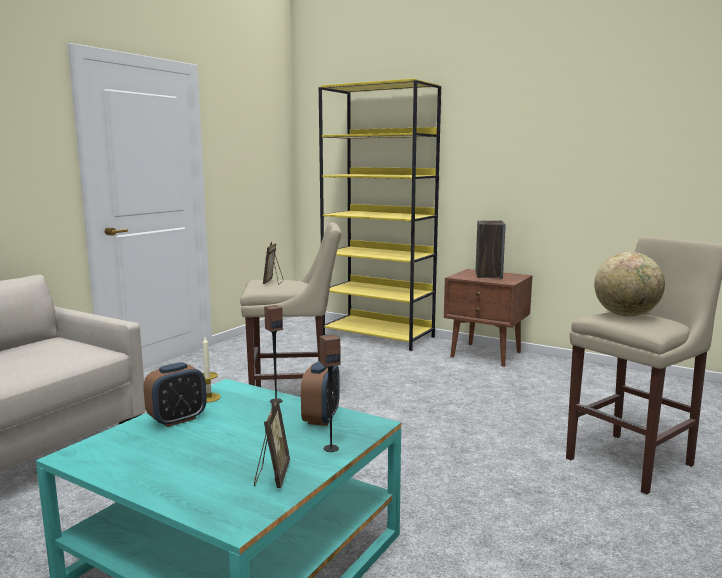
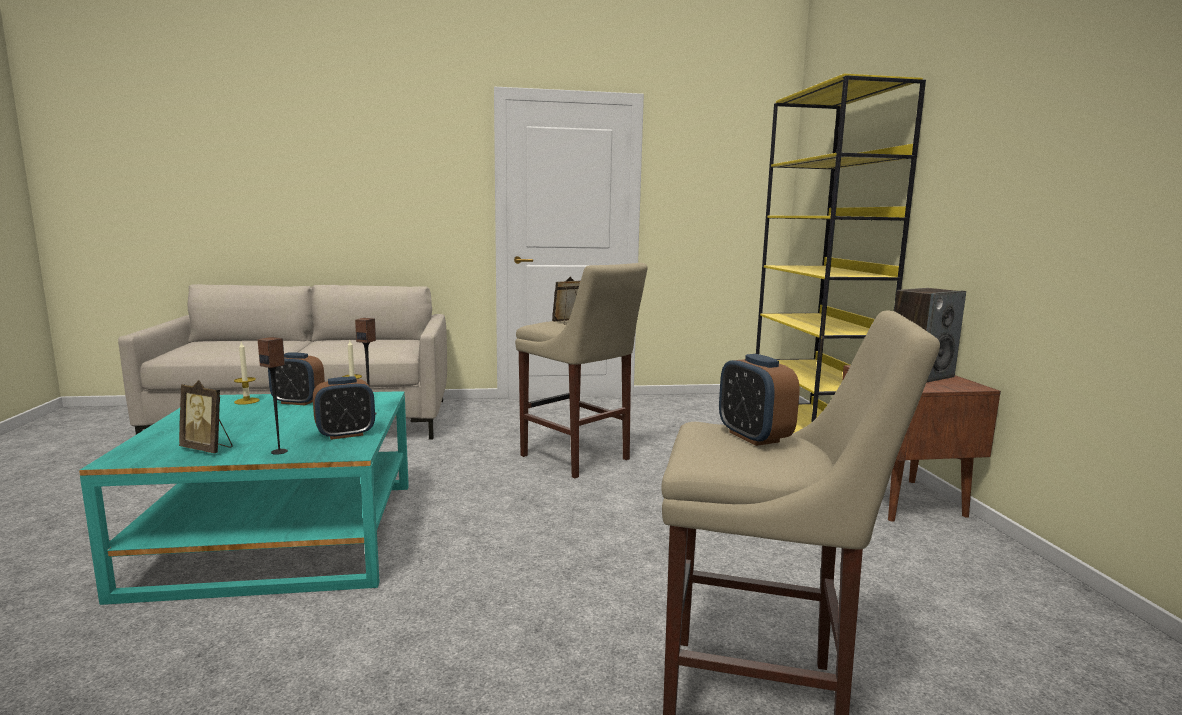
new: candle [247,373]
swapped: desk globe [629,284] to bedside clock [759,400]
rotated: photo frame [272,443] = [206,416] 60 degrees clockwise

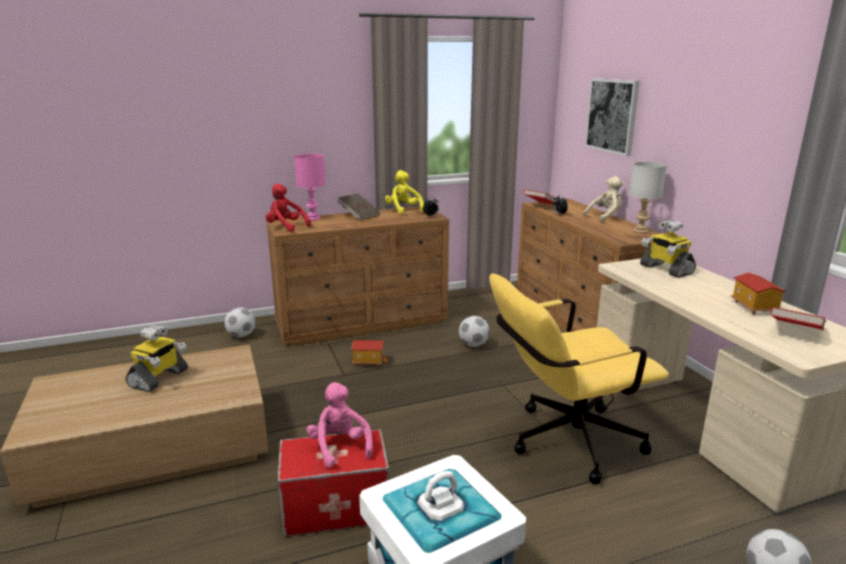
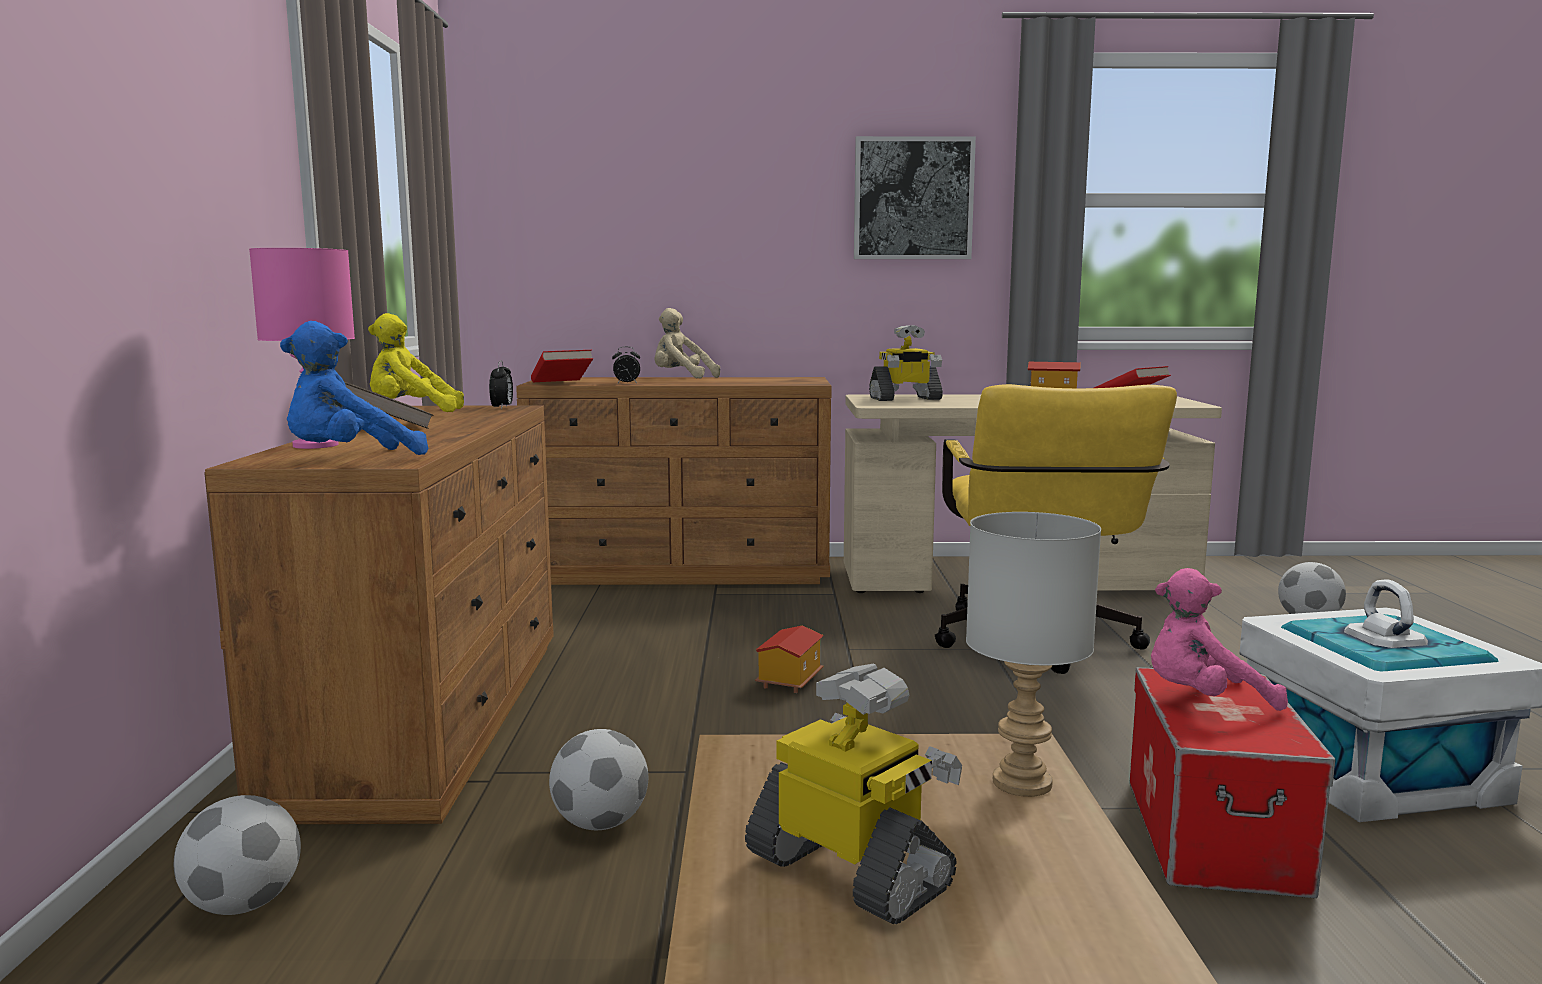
shifted: model house [369,353] to [789,659]; football ball [474,331] to [598,779]; wall picture [612,117] to [915,197]; gray lamp for a table [648,198] to [1033,654]
repainted: red cuddly toy [288,208] to blue-coloured cuddly toy [354,388]
rotated: beige-coloured cuddly toy [603,199] = [687,343] 60 degrees counterclockwise

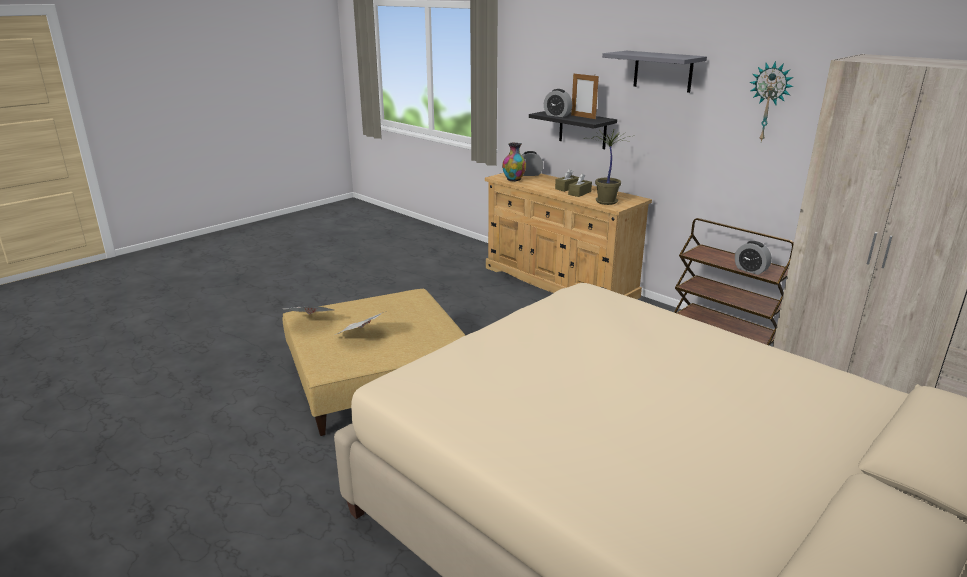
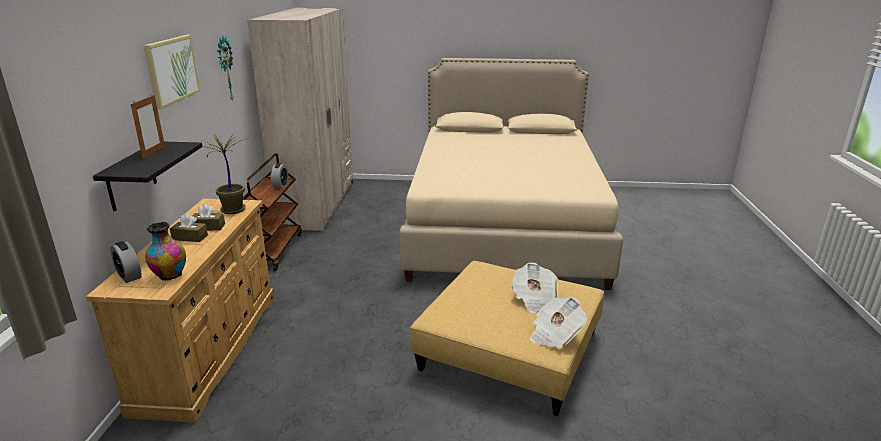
gone: bedside clock [558,103]
swapped: gray shelf [654,72] to wall picture [172,72]

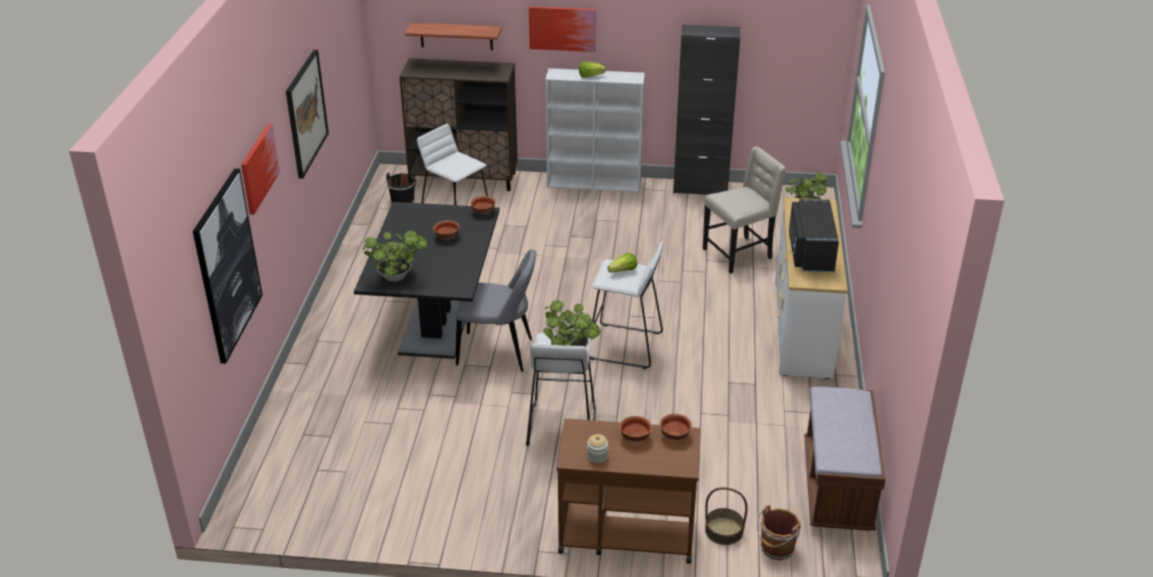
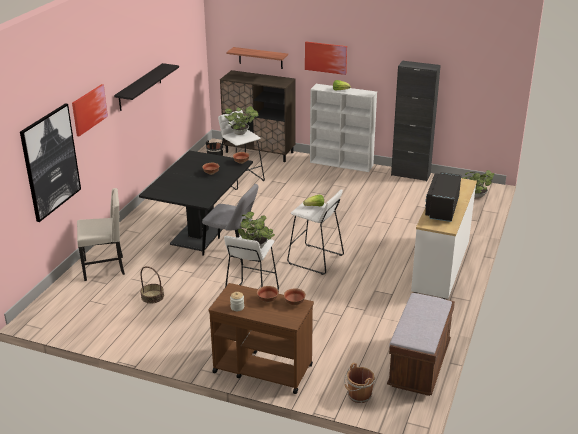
shifted: potted plant [395,256] to [241,120]; beige-coloured plain chair [744,210] to [101,234]; basket [726,516] to [152,284]
swapped: wall picture [307,114] to blackish shelf [146,87]

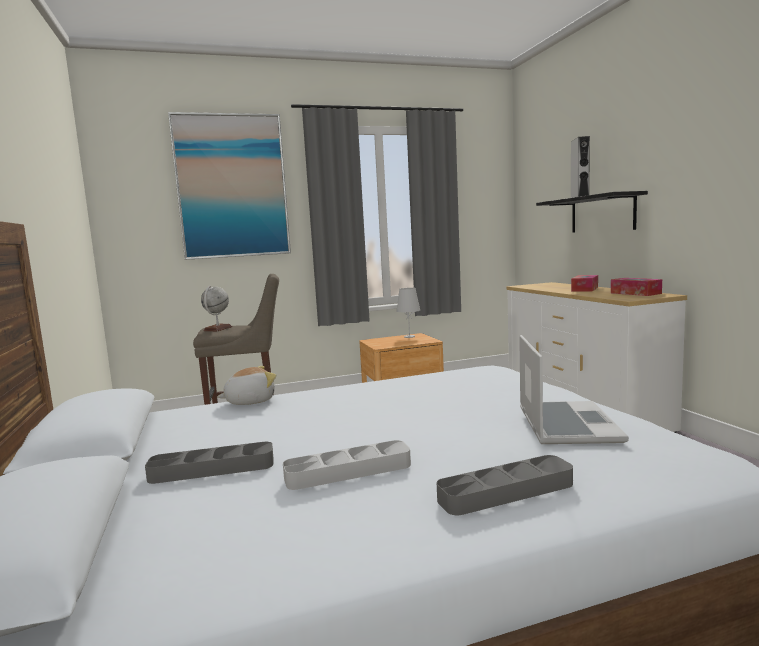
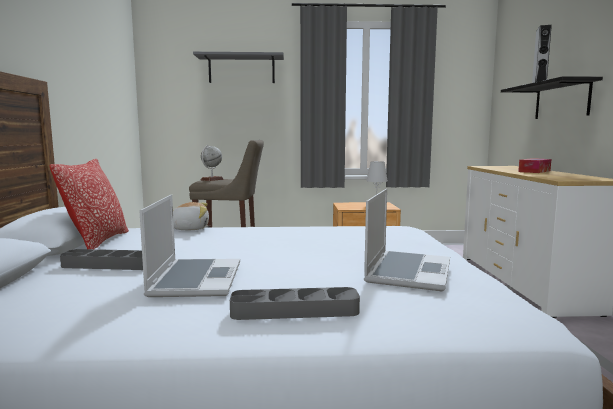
gone: tissue box [636,287]
new: throw pillow [89,204]
swapped: wall picture [229,186] to gray shelf [238,67]; gray serving tray [347,465] to notebook computer [189,246]

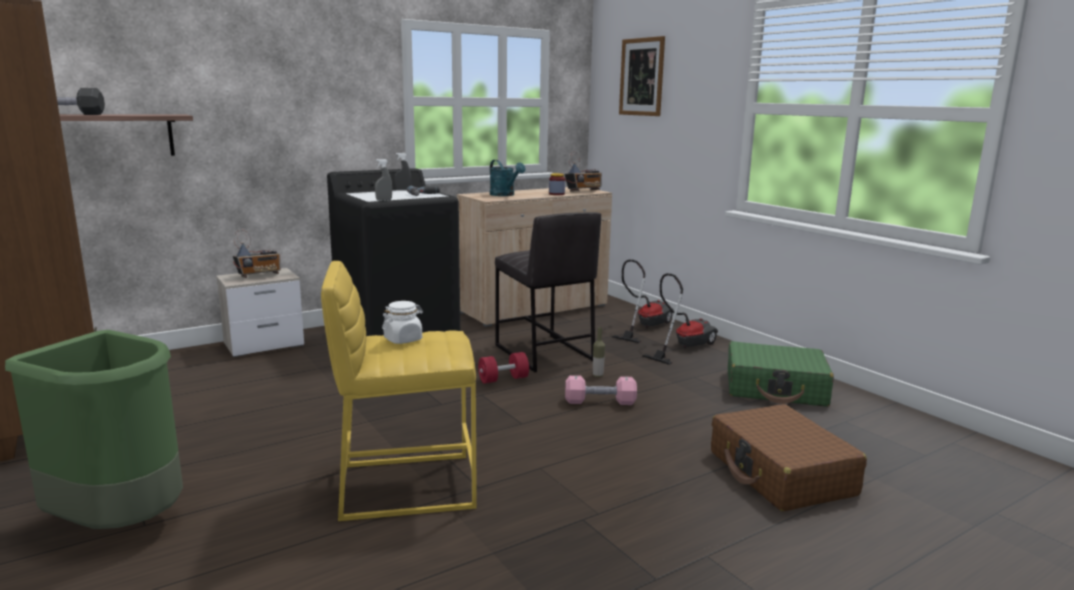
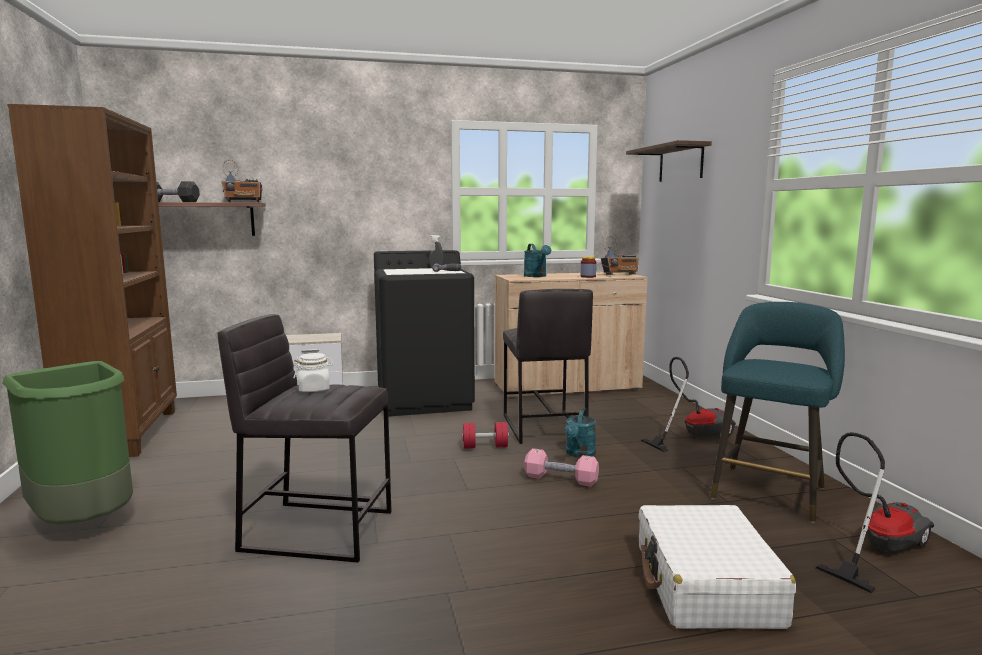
gone: gray hand sprayer [383,180]
shifted: radio set [257,254] to [241,181]; vacuum [642,301] to [875,512]
swapped: drink bottle [599,352] to turquoise watering can [580,433]; wall picture [642,76] to shelf [669,161]; greenish suitcase [781,374] to turquoise stool [778,412]
repainted: yellowish stool [399,391] to gray stool [304,438]; brownish suitcase [789,457] to white suitcase [717,567]

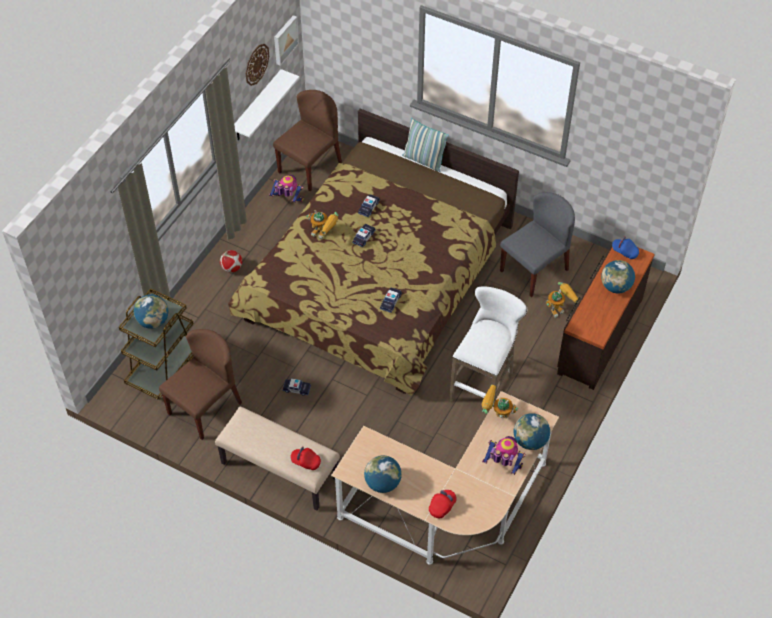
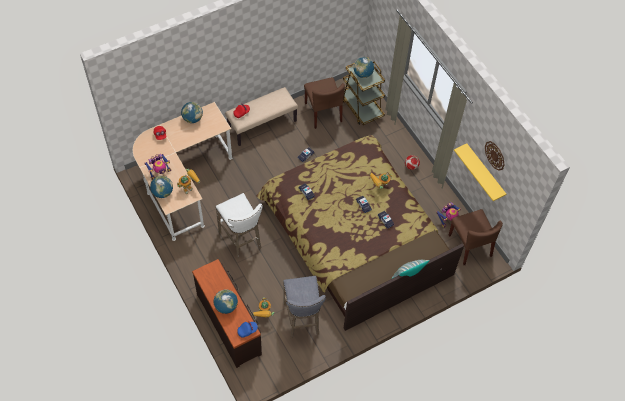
gone: wall picture [286,40]
swapped: gray plain chair [537,244] to gray stool [304,307]
repainted: white shelf [267,104] to yellowish shelf [480,172]

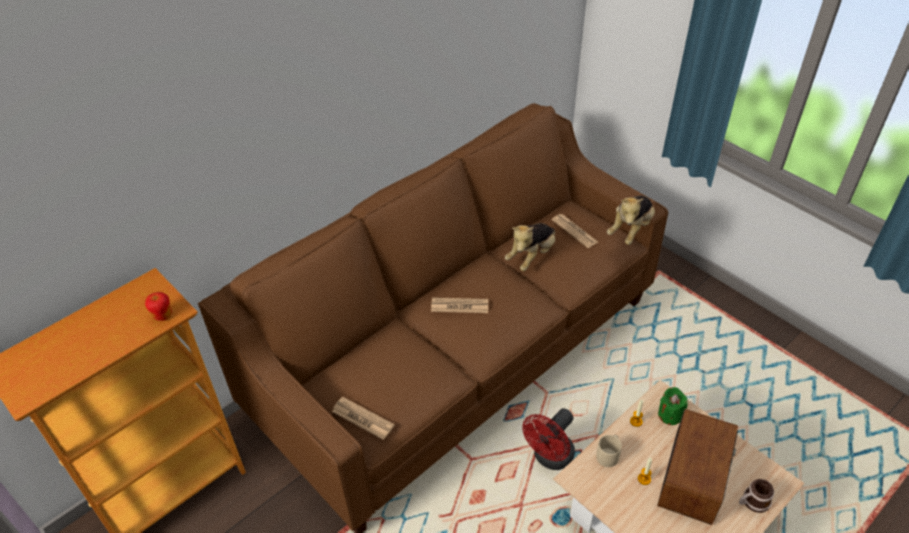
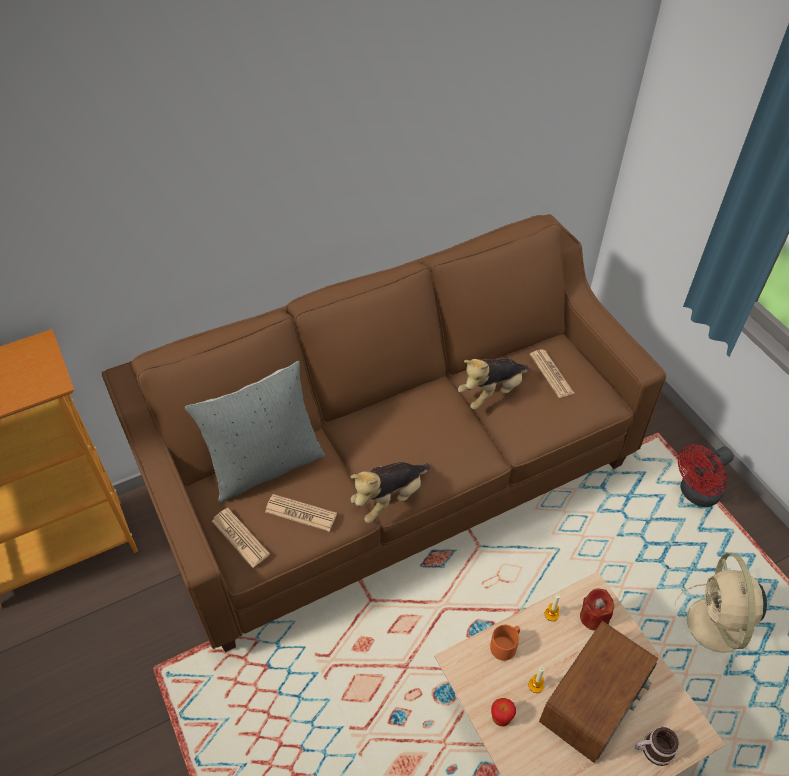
new: gray throw pillow [255,432]; beige-coloured electric fan [720,603]
shifted: apple [158,306] to [503,712]; daily paper [459,305] to [301,513]; red electric fan [548,439] to [706,475]; cuddly toy [631,220] to [390,492]
repainted: beige-coloured tea mug [609,451] to orange tea mug [505,643]; greenish candle [673,406] to red candle [597,609]

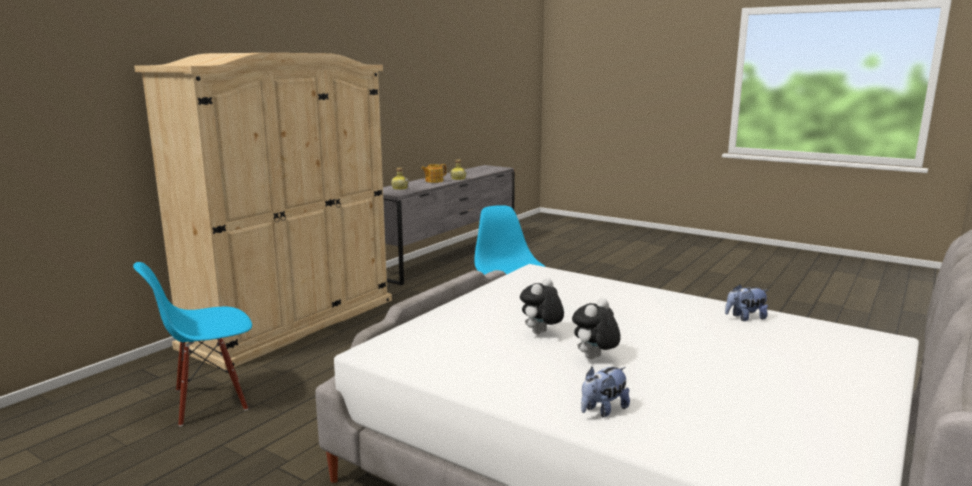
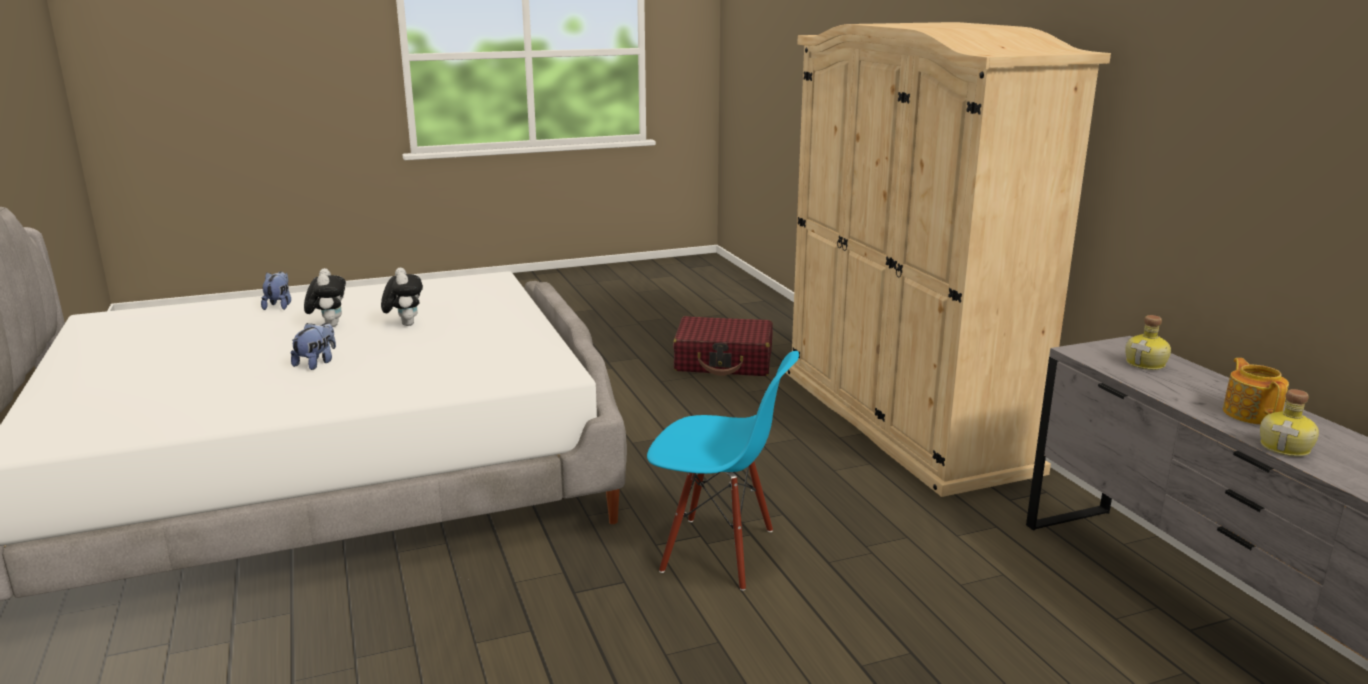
shifted: cuddly toy [747,302] to [313,346]
swapped: blue-coloured plain chair [192,344] to red suitcase [723,346]

